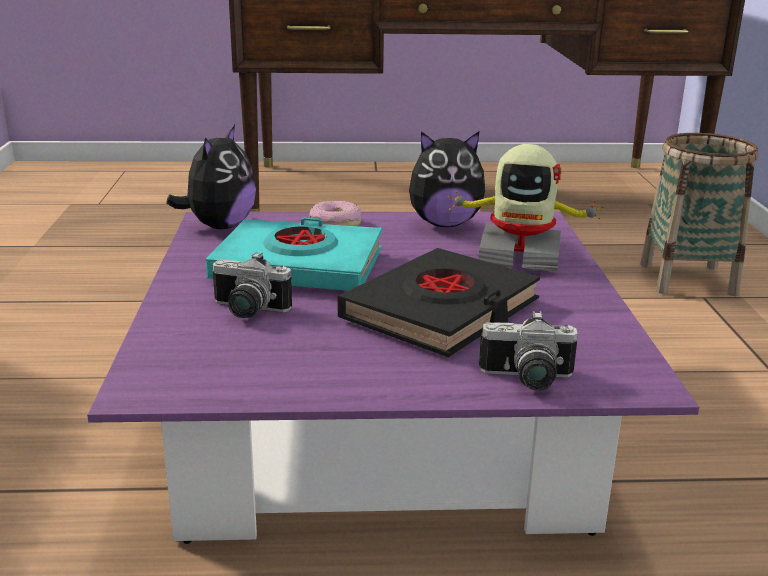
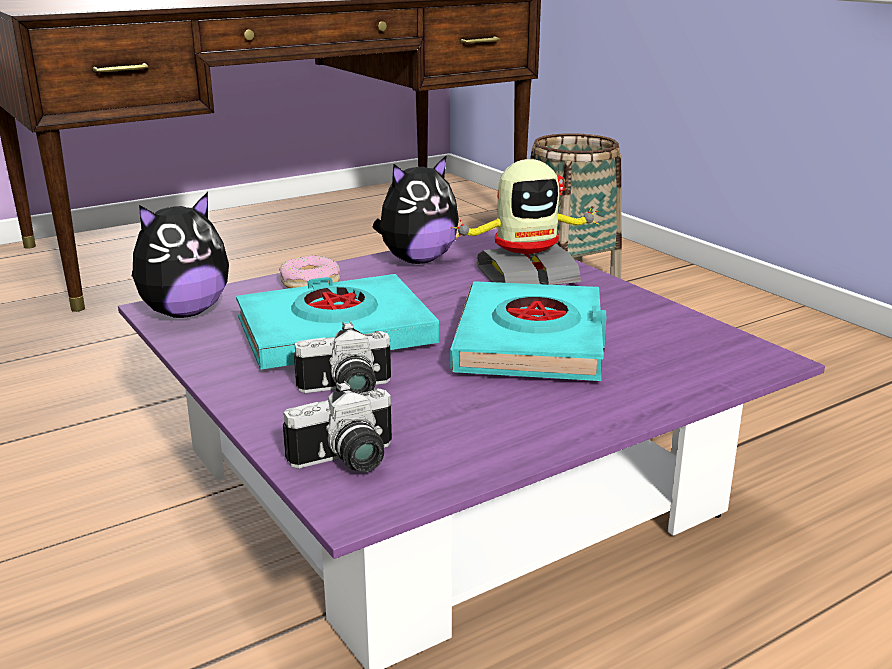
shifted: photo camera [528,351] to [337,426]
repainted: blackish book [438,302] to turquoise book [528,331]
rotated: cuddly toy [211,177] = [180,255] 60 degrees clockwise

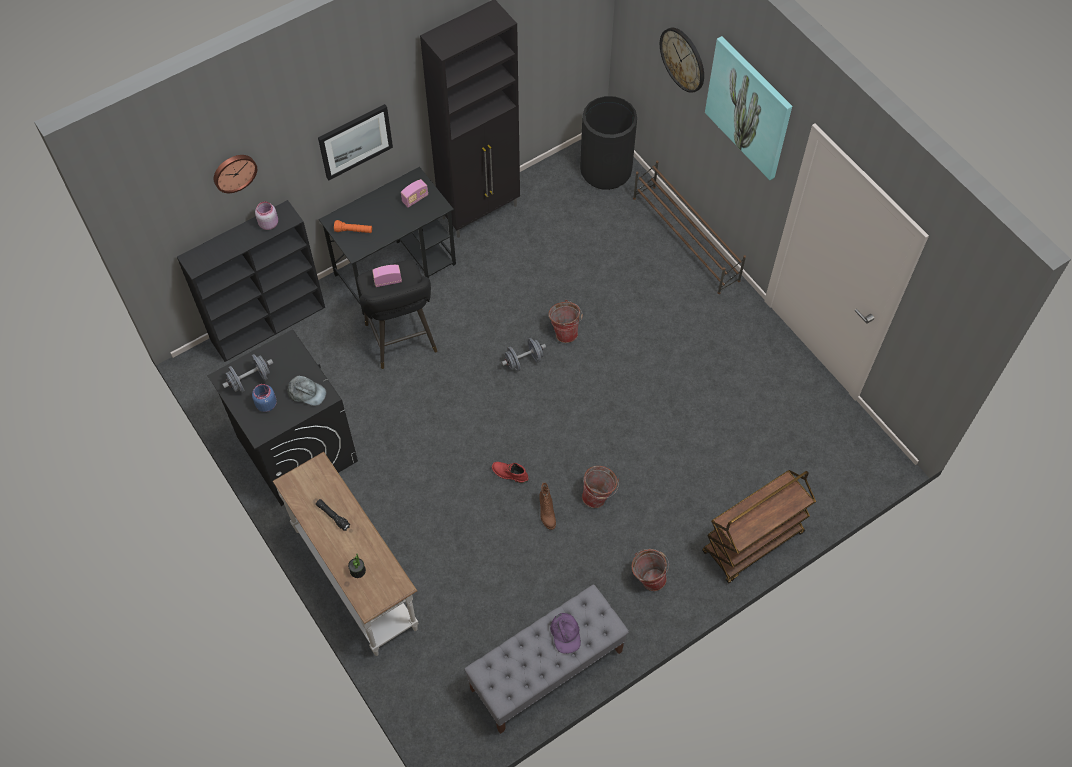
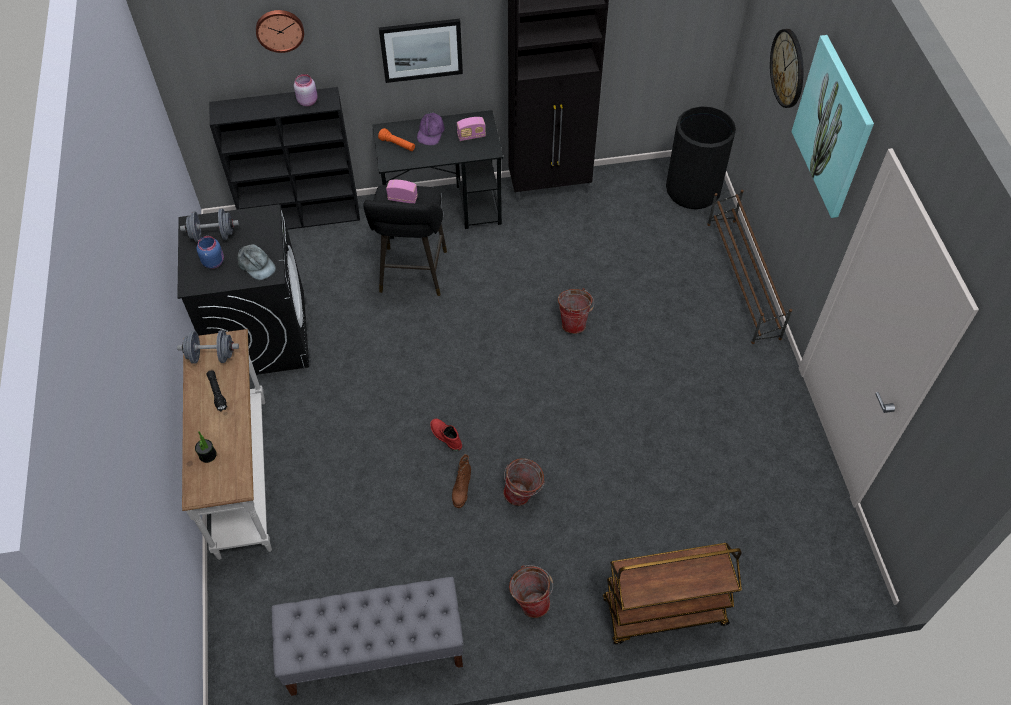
shifted: gray free weight [523,354] to [208,347]; purple cap [565,633] to [431,128]

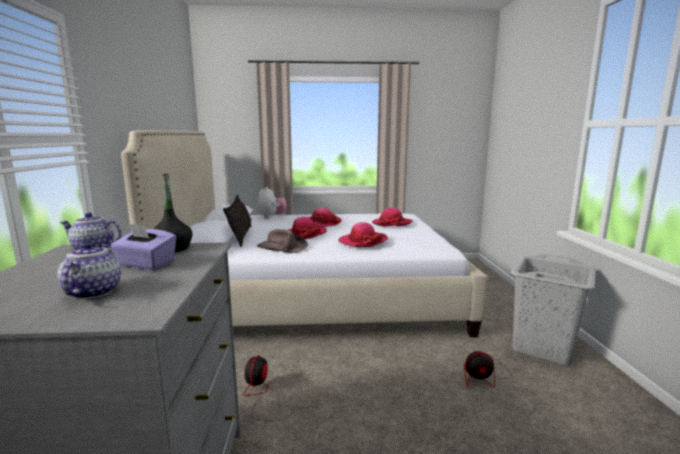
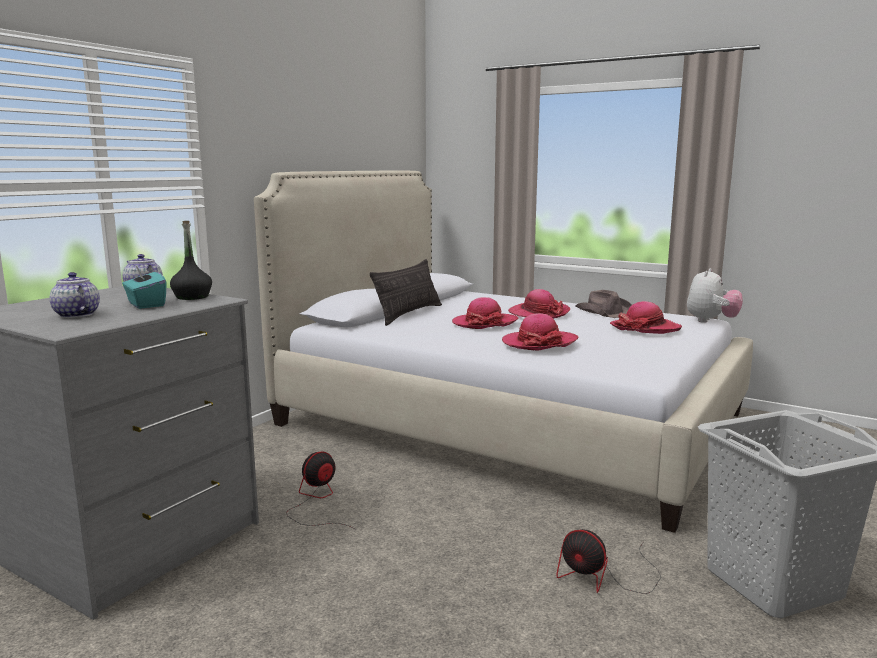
shifted: cuddly toy [271,202] to [715,295]; brownish clothing hat [282,241] to [603,304]
repainted: purple tissue box [143,246] to turquoise tissue box [144,287]
rotated: tea pot [89,270] = [75,295] 75 degrees counterclockwise

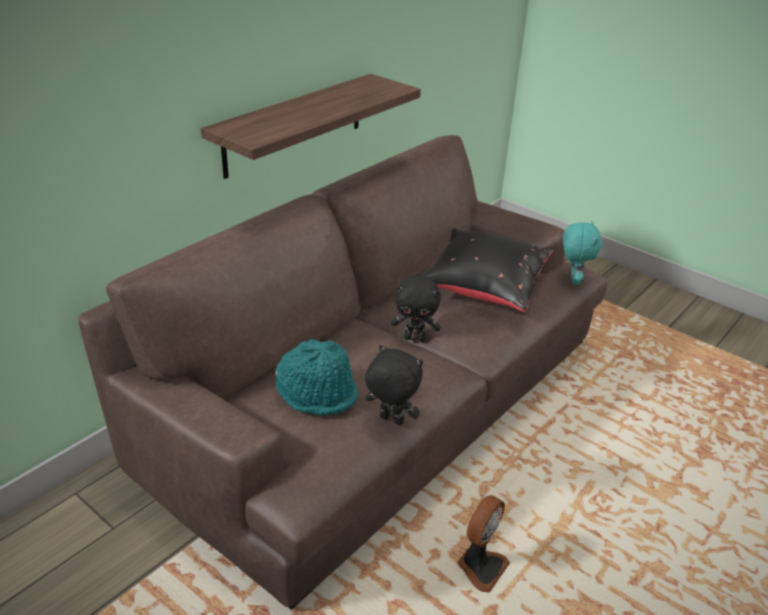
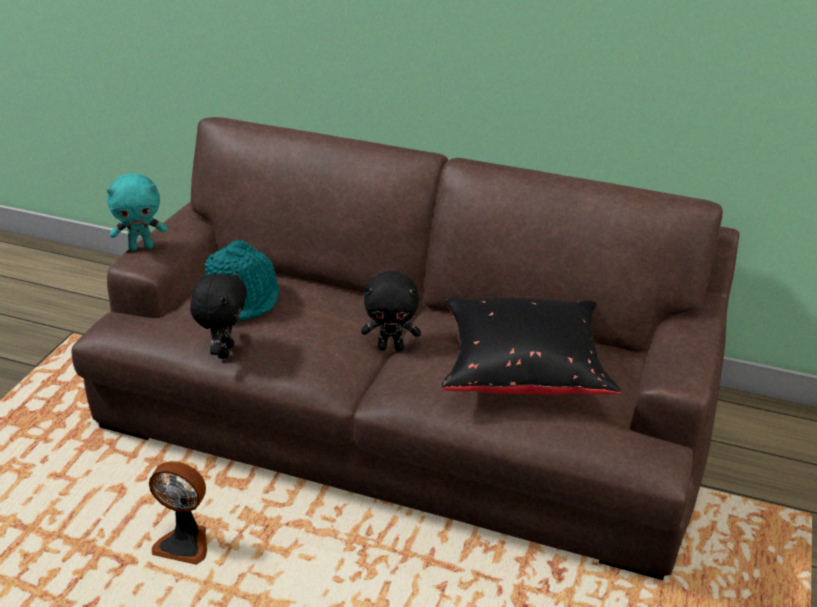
gone: shelf [311,126]
shifted: turquoise cuddly toy [582,253] to [137,212]
rotated: blackish cuddly toy [416,308] = [391,311] 75 degrees counterclockwise

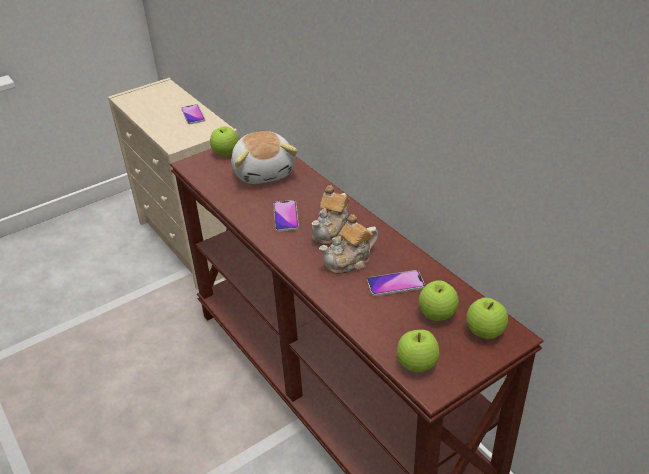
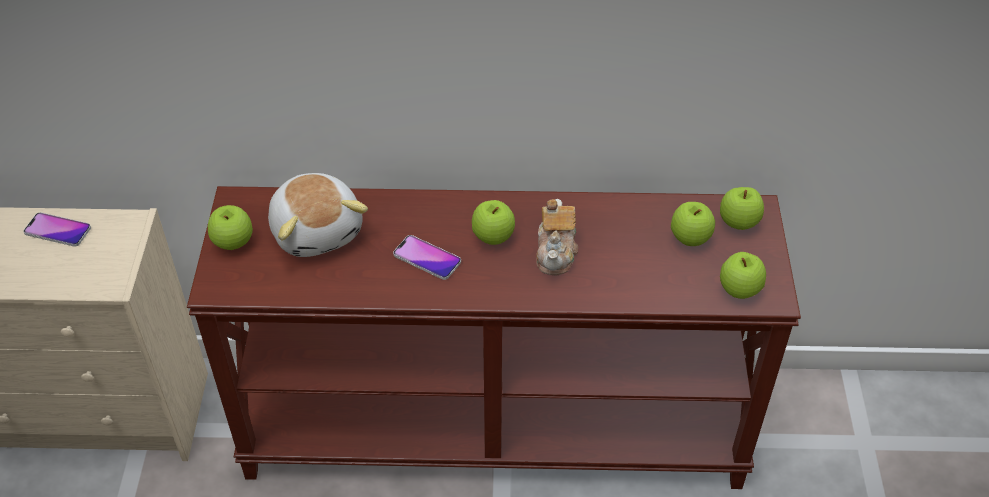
gone: handset [396,283]
swapped: tea pot [330,215] to apple [493,222]
rotated: cuddly toy [264,157] = [318,215] 45 degrees clockwise

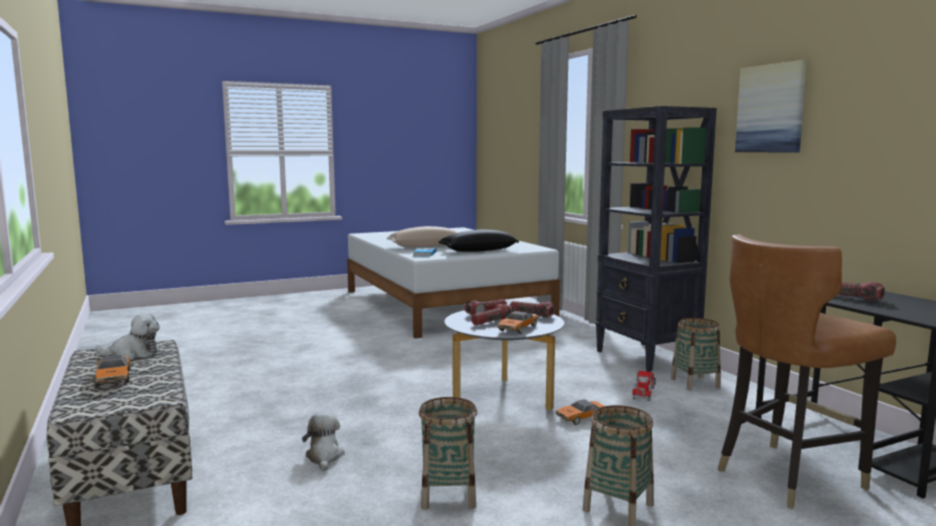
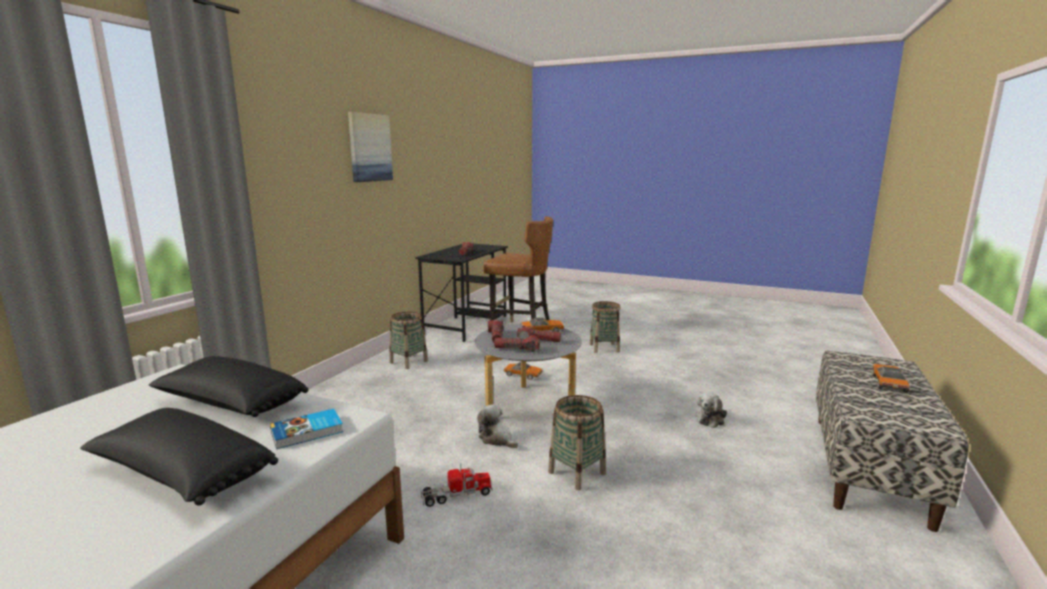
gone: blackish bookcase [656,239]
shifted: cuddly toy [128,336] to [497,426]; basket [448,453] to [577,442]; toy lorry [644,385] to [457,485]
repainted: beige-coloured throw pillow [422,237] to blackish throw pillow [179,457]

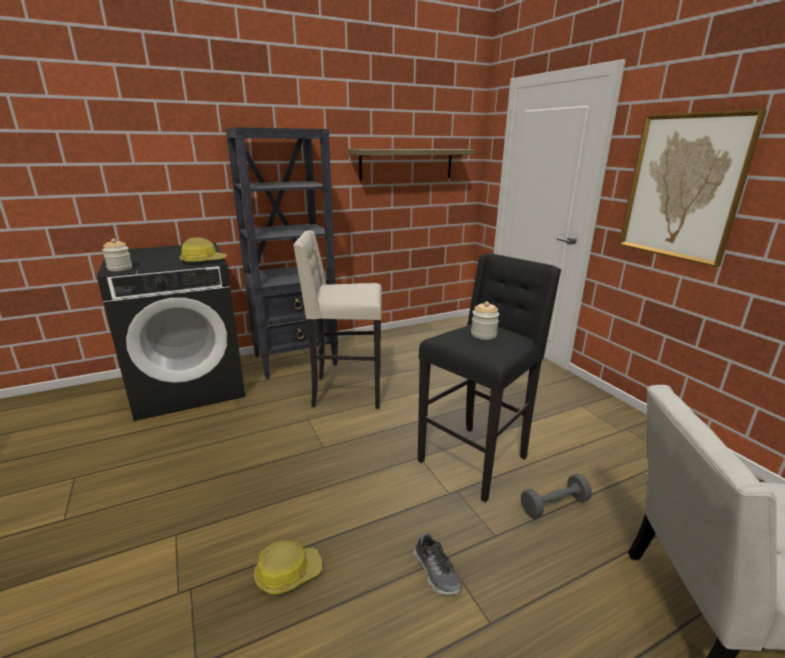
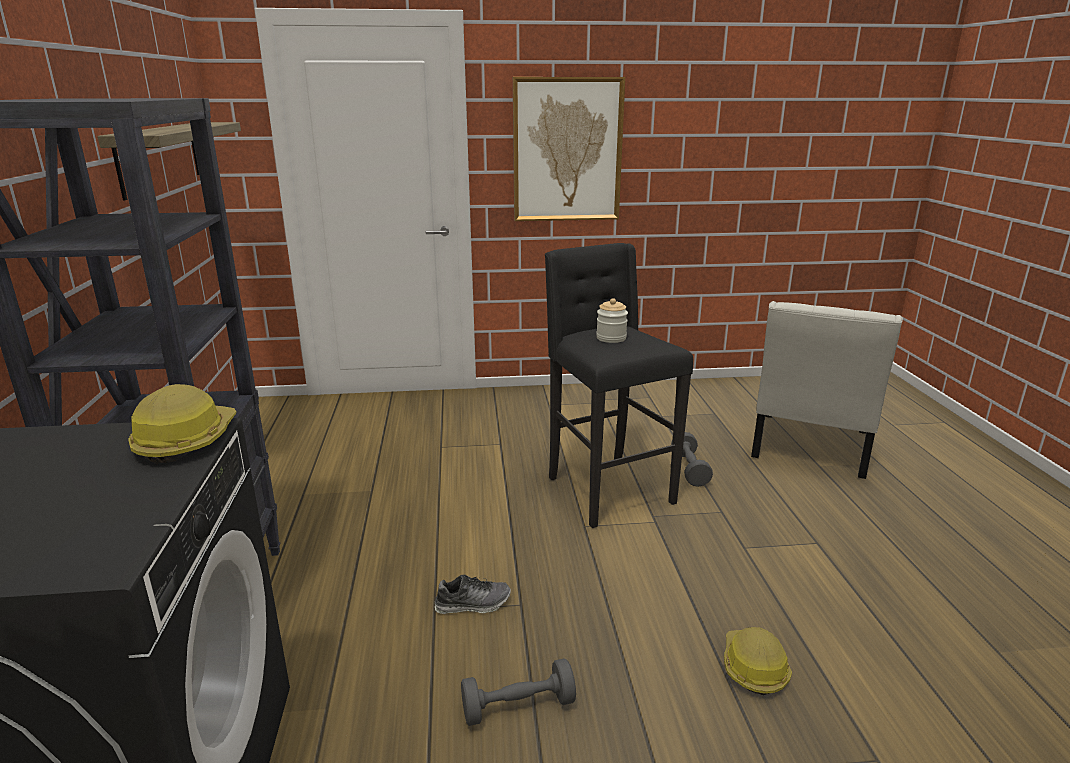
gone: storage jar [117,255]; beige-coloured stool [337,319]
new: gray free weight [518,692]
shifted: item of footwear [438,564] to [473,594]

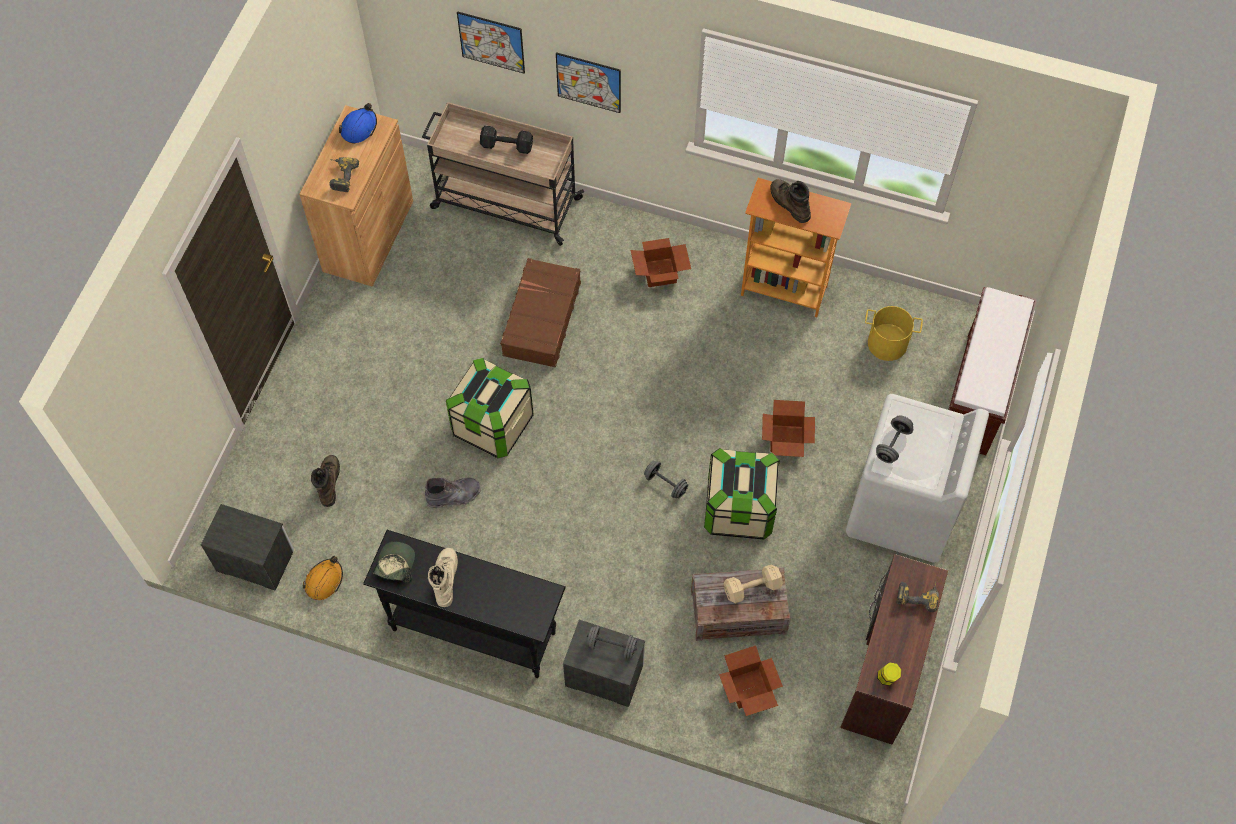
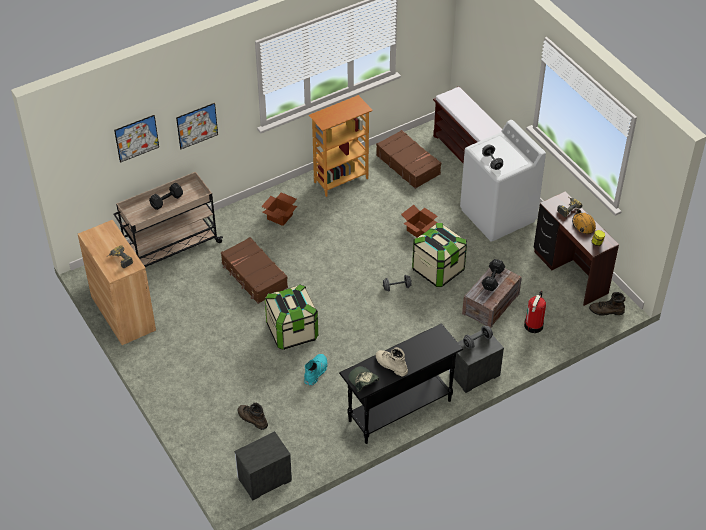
gone: blue-coloured hard hat [358,123]
shifted: orange hard hat [323,578] to [584,221]; brownish tall boot [790,201] to [607,304]
swapped: carton [751,681] to extinguisher [535,312]; yellowish pail [894,333] to brownish suitcase [408,159]
repainted: gray tall boot [453,493] to turquoise tall boot [316,370]; beige-coloured free weight [753,583] to blackish free weight [493,275]

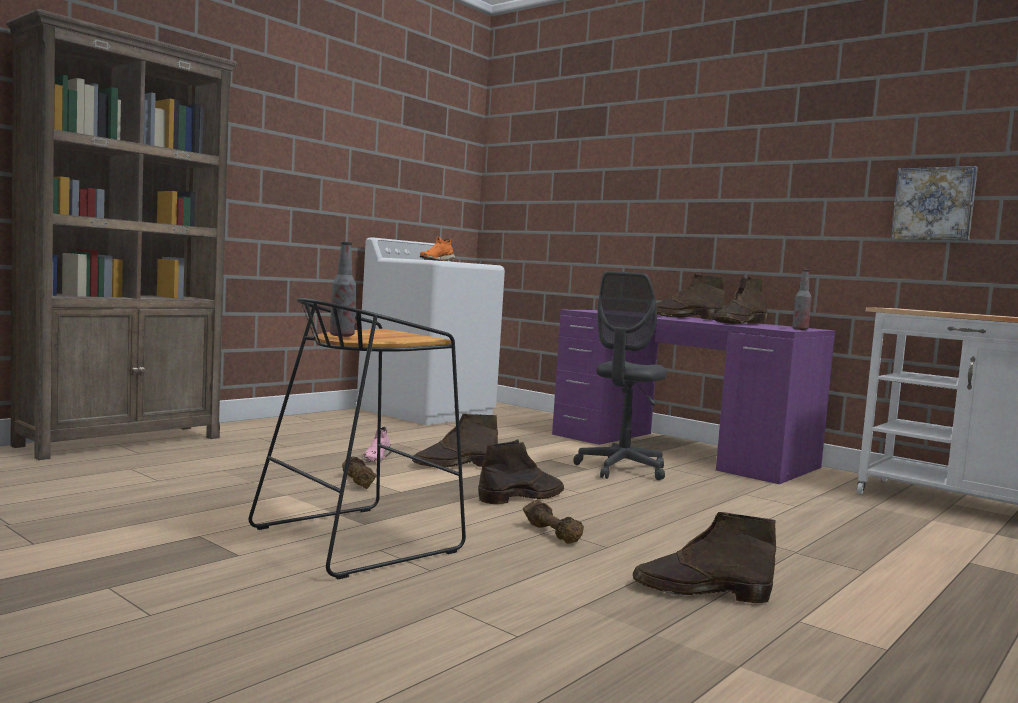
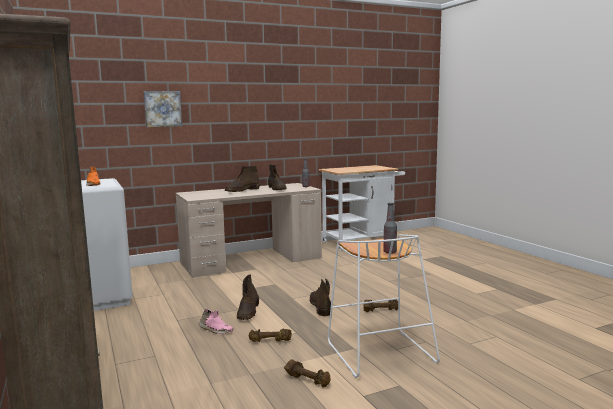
gone: gray computer chair [619,375]; brownish tall boot [704,557]
new: brownish free weight [307,373]
shifted: wall picture [934,203] to [162,109]
repainted: blackish stool [357,438] to white stool [384,306]; purple desk unit [693,397] to beige-coloured desk unit [249,230]

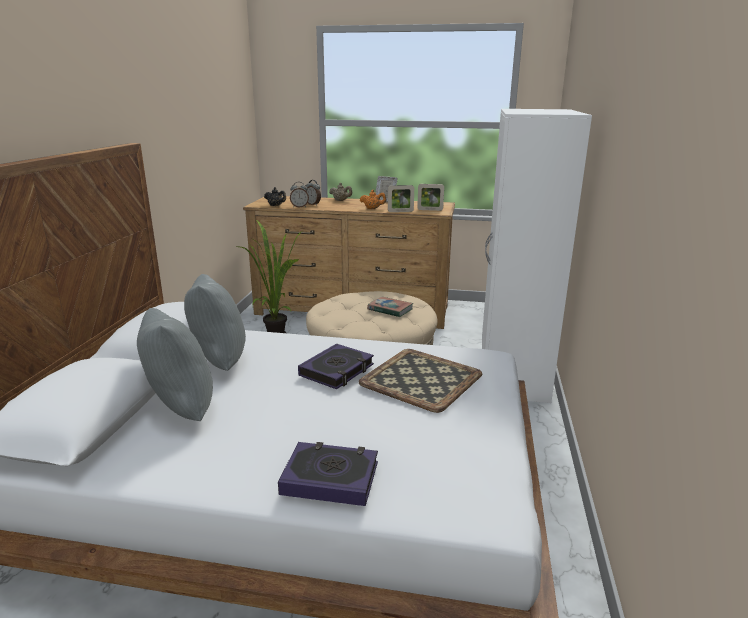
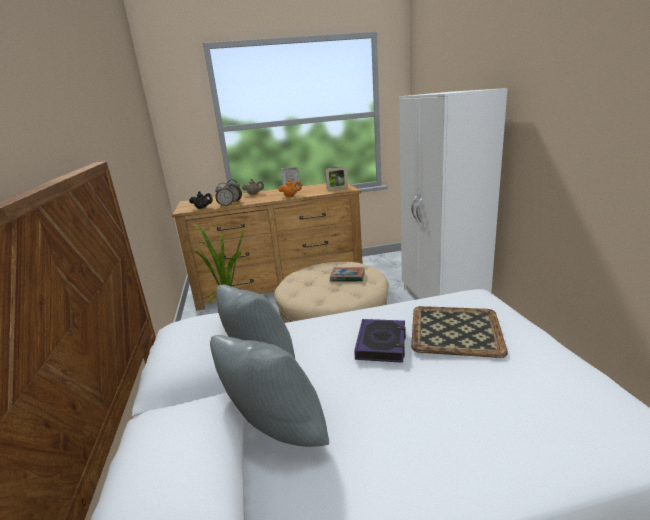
gone: book [328,474]; photo frame [401,198]

